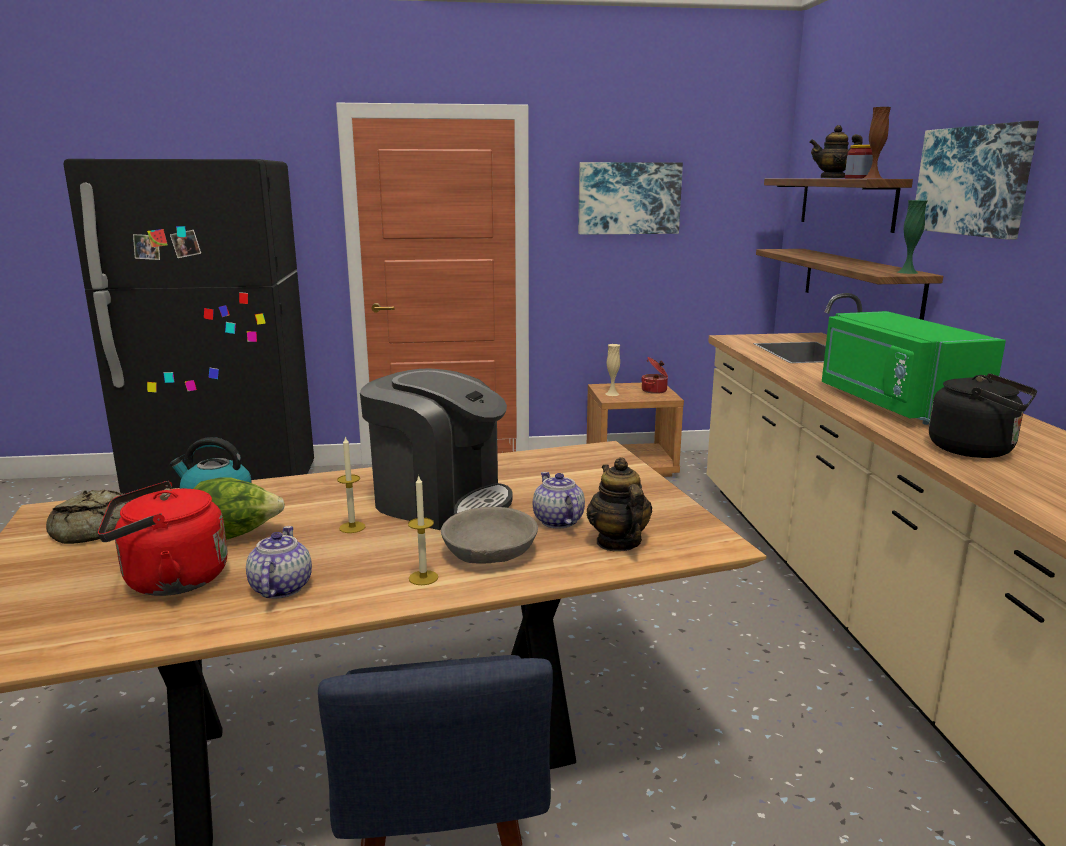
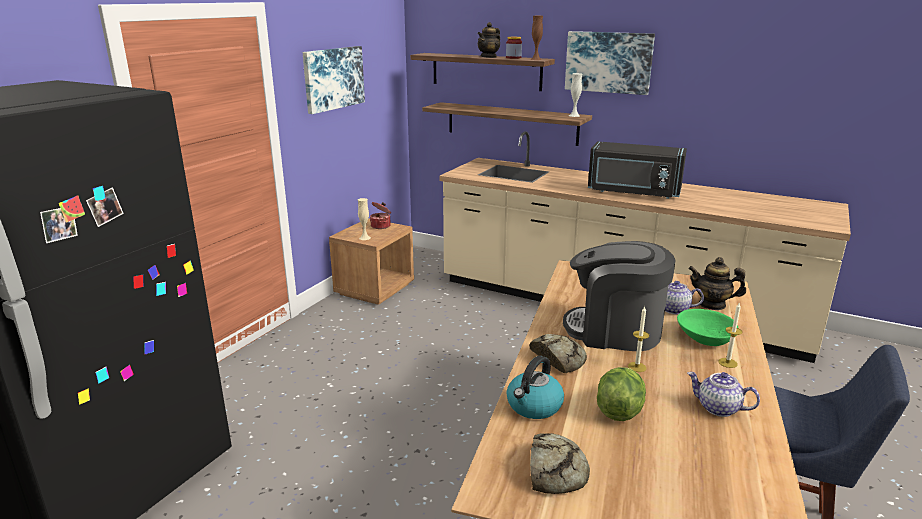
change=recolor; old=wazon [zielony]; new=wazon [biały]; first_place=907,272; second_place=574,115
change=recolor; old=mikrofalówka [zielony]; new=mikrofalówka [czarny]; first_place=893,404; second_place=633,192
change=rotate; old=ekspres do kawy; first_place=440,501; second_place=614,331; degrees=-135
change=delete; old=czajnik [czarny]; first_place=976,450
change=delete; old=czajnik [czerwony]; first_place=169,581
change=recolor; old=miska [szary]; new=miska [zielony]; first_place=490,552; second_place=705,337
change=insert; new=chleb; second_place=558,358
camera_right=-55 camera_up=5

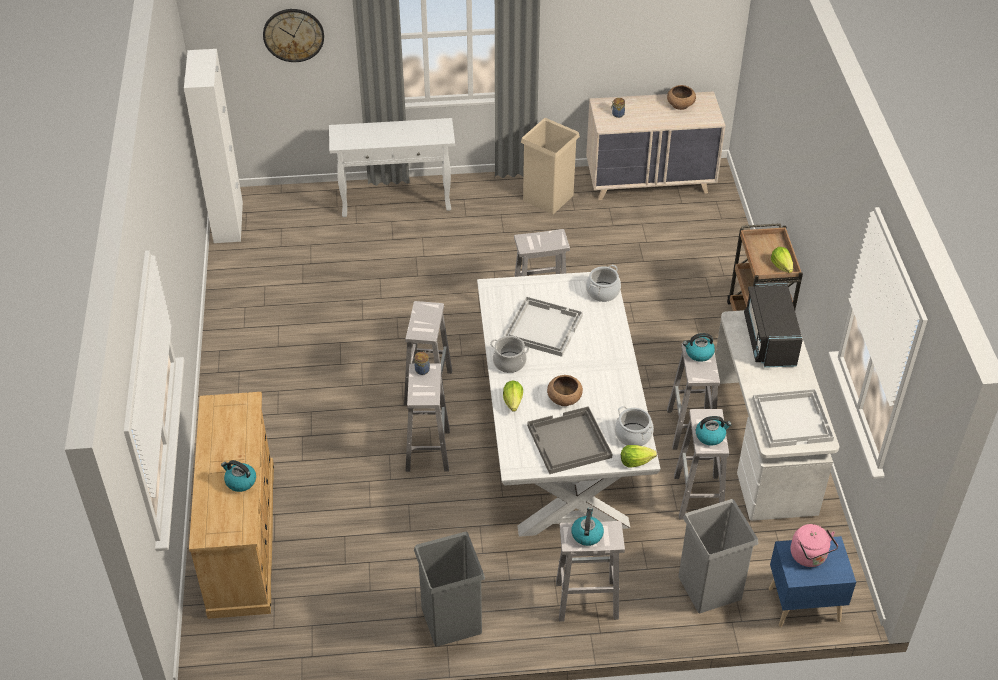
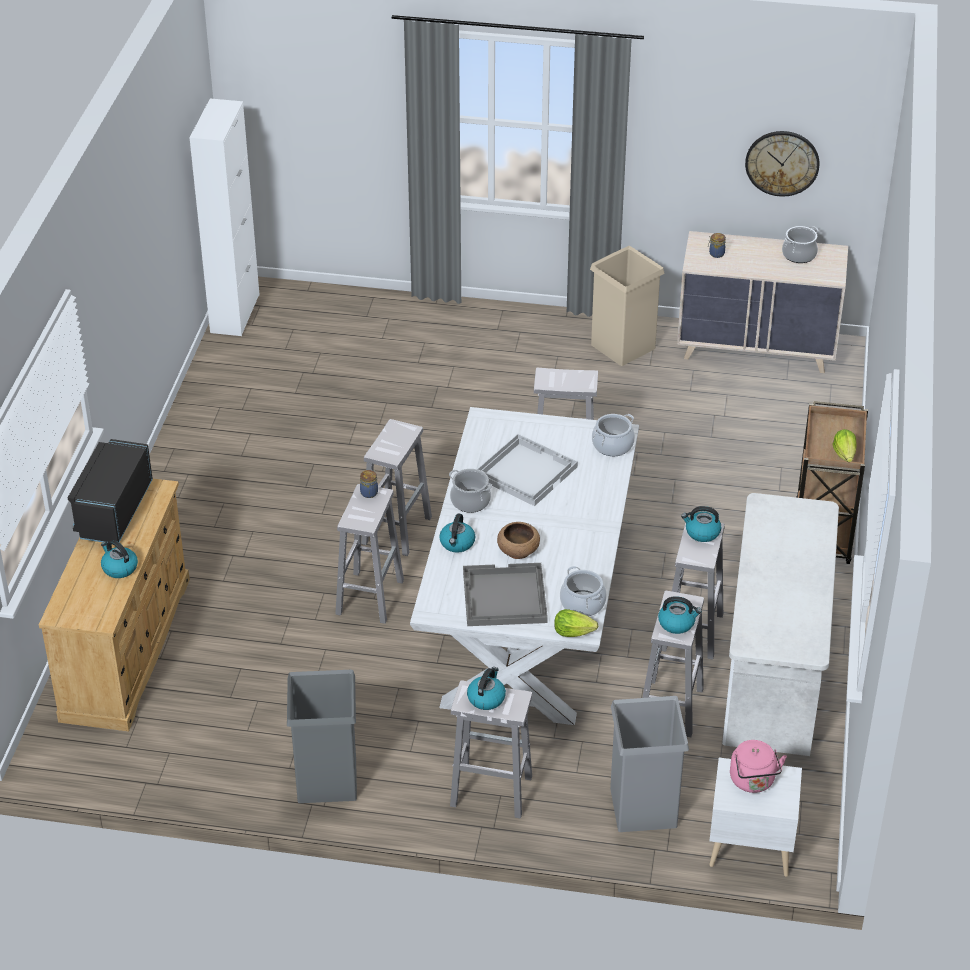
change=move; old=zegar ścienny; first_place=293,35; second_place=782,163
change=replace; old=miska [brązowy]; new=garnek; first_place=680,105; second_place=799,255
change=delete; old=stolik konsolowy [biały]; first_place=397,202
change=move; old=mikrofalówka [czarny]; first_place=769,339; second_place=114,511
change=replace; old=sałata; new=czajnik; first_place=513,402; second_place=457,543
change=delete; old=taca [biały]; first_place=792,419
change=recolor; old=szafka nocna [niebieski]; new=szafka nocna [biały]; first_place=802,603; second_place=749,847
camera_right=15 camera_up=-5

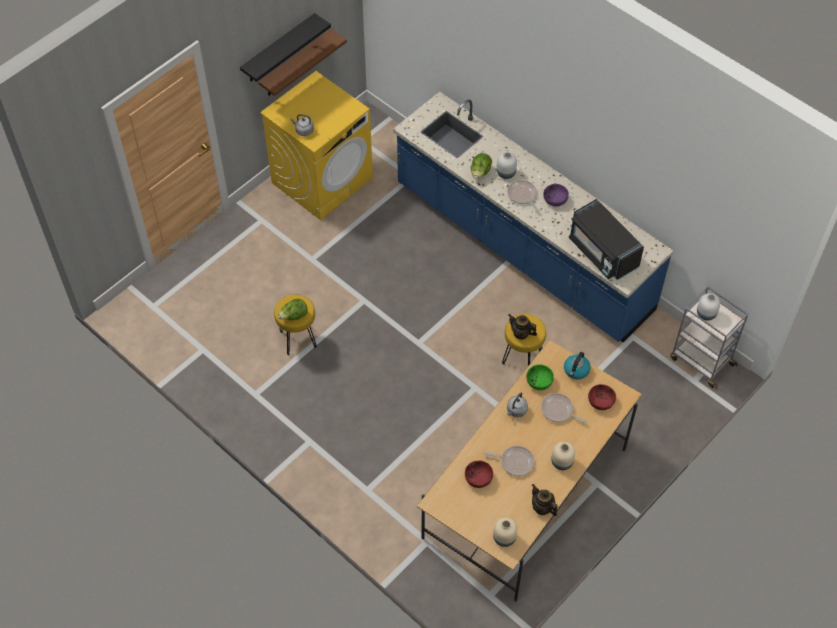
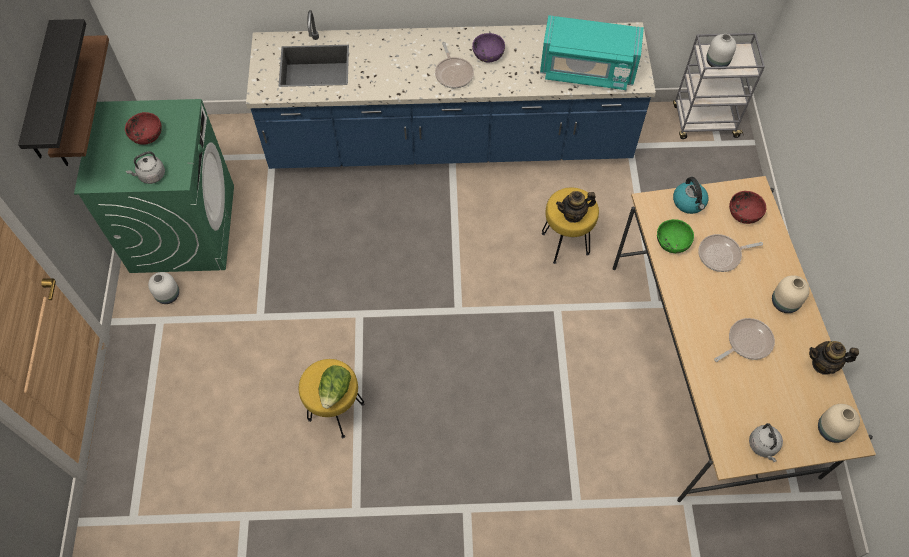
change=recolor; old=pralka [żółty]; new=pralka [zielony]; first_place=322,180; second_place=183,227
change=move; old=wazon [biały]; first_place=506,172; second_place=167,295
change=delete; old=sałata; first_place=480,173
change=rotate; old=patelnia; first_place=522,195; second_place=453,73; degrees=-120
change=recolor; old=mikrofalówka [czarny]; new=mikrofalówka [turkusowy]; first_place=602,252; second_place=587,70
change=move; old=czajnik [szary]; first_place=516,411; second_place=763,446
change=move; old=miska [czerwony]; first_place=478,478; second_place=147,135
camera_right=-45 camera_up=5

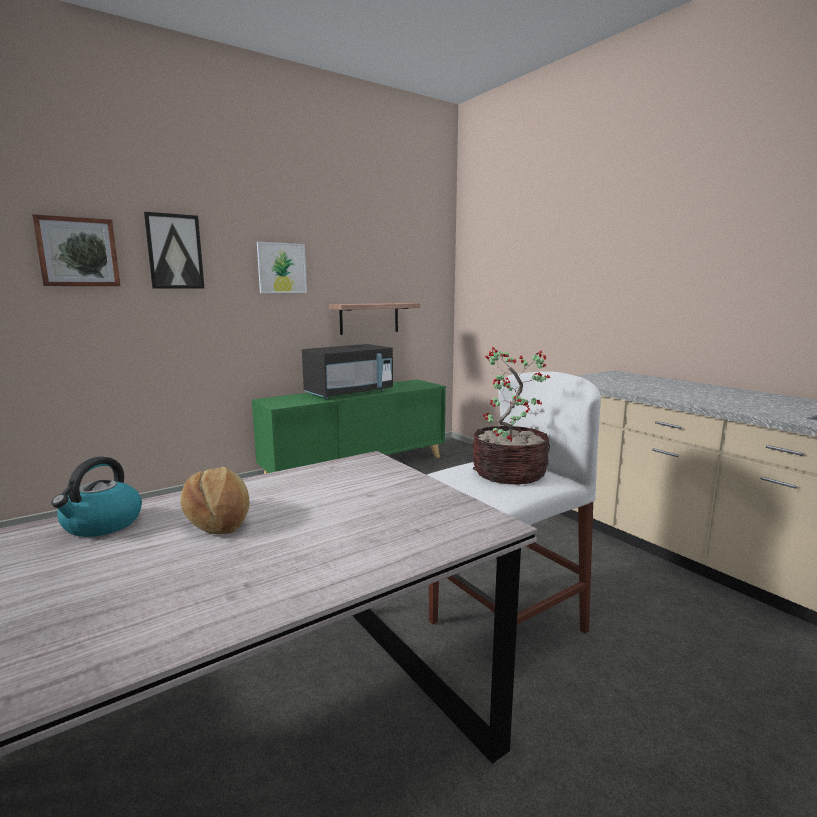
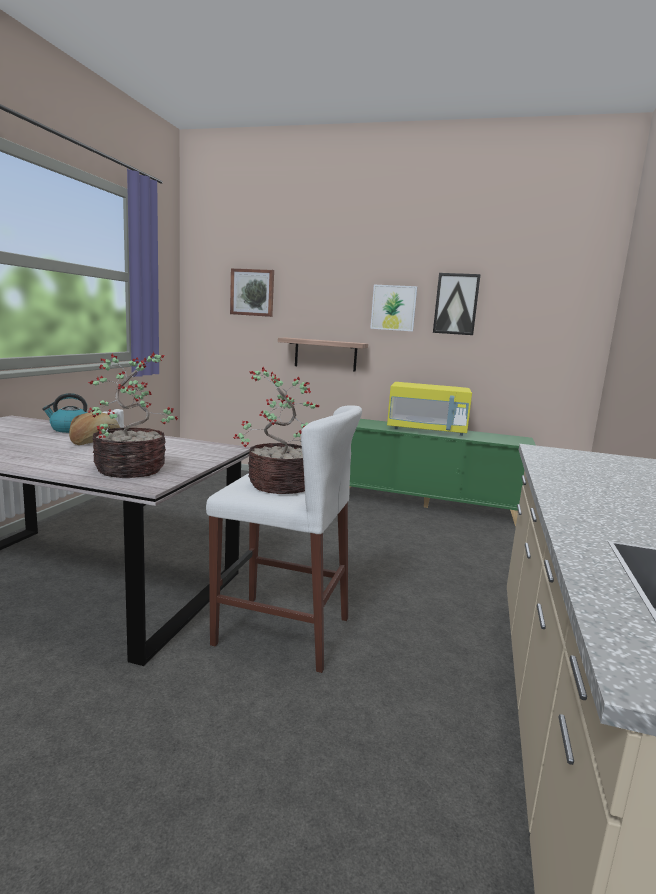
change=move; old=obraz; first_place=174,251; second_place=456,304
change=move; old=półka; first_place=369,318; second_place=325,354
change=recolor; old=mikrofalówka [czarny]; new=mikrofalówka [żółty]; first_place=349,393; second_place=426,430
change=insert; new=roślina doniczkowa; second_place=132,469
camera_right=50 camera_up=0

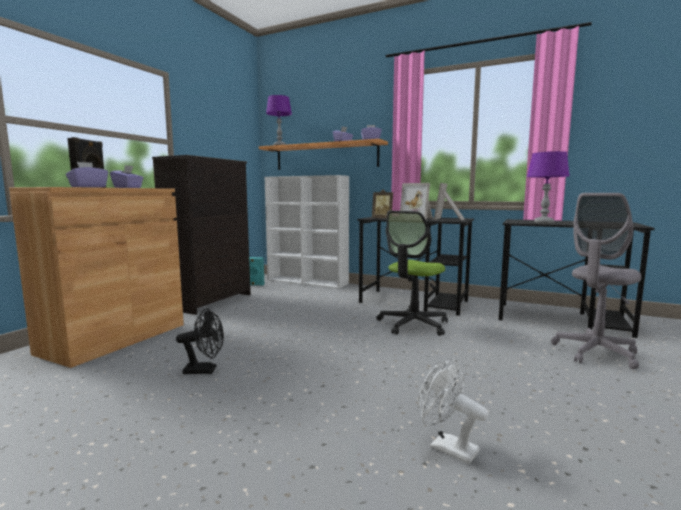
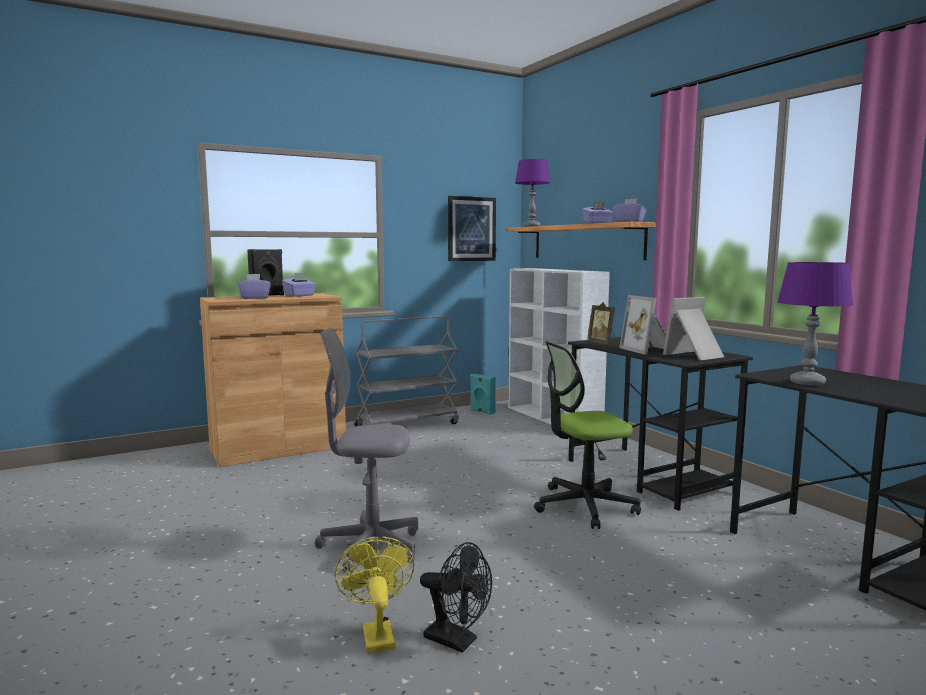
change=replace; old=komoda [czarny]; new=wózek [szary]; first_place=211,301; second_place=407,425
change=move; old=krzesło biurowe [szary]; first_place=595,353; second_place=370,547
change=move; old=wentylator [czarny]; first_place=205,370; second_place=457,641
change=recolor; old=wentylator [biały]; new=wentylator [żółty]; first_place=446,447; second_place=376,633
change=insert; new=obraz; second_place=471,229
camera_right=35 camera_up=0

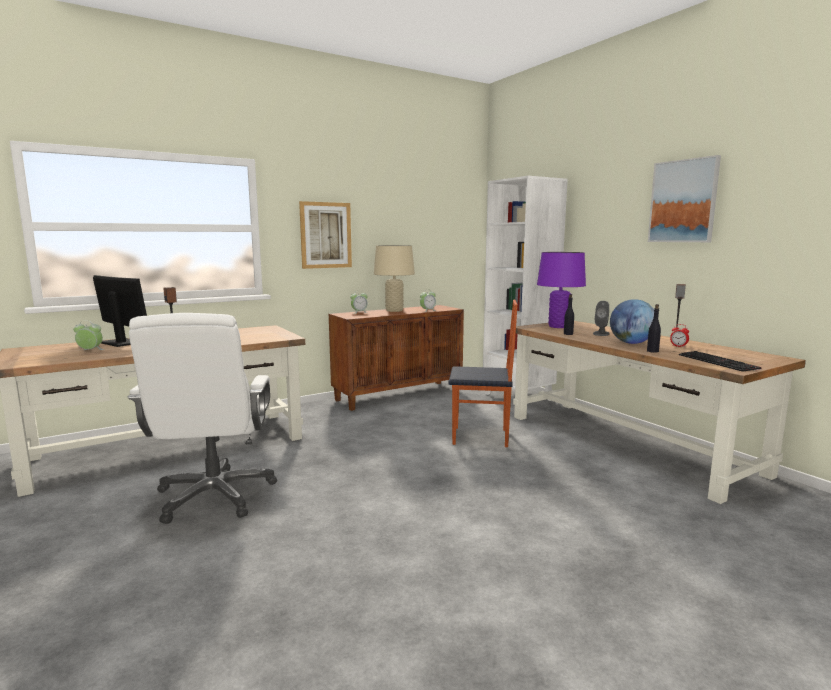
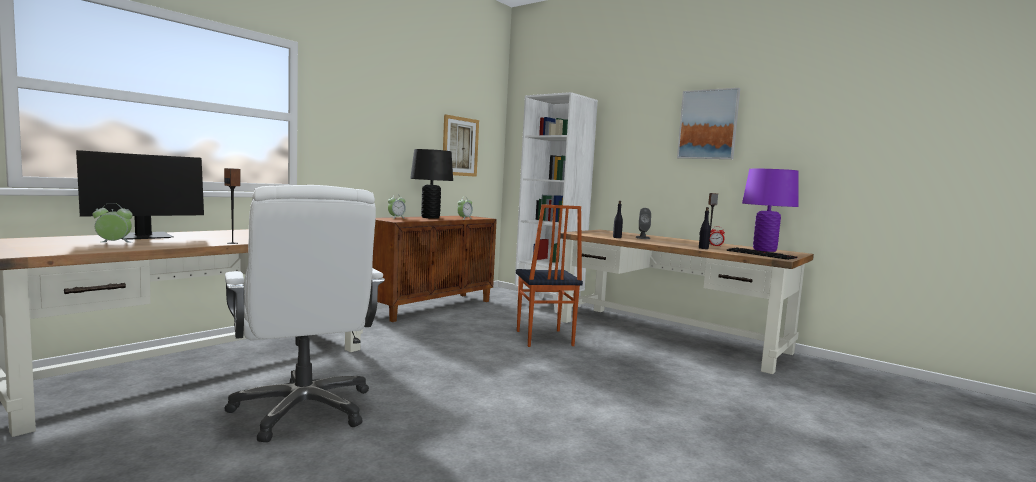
change=move; old=obraz; first_place=326,235; second_place=460,146
change=recolor; old=lampa stołowa [beżowy]; new=lampa stołowa [czarny]; first_place=394,310; second_place=430,217
change=move; old=lampa stołowa [fioletowy]; first_place=558,326; second_place=764,250
change=rotate; old=monitor; first_place=121,343; second_place=144,237; degrees=120
change=delete; old=globus; first_place=631,343
change=rotate; old=krzesło; first_place=481,437; second_place=543,338; degrees=90
camera_right=-20 camera_up=-5

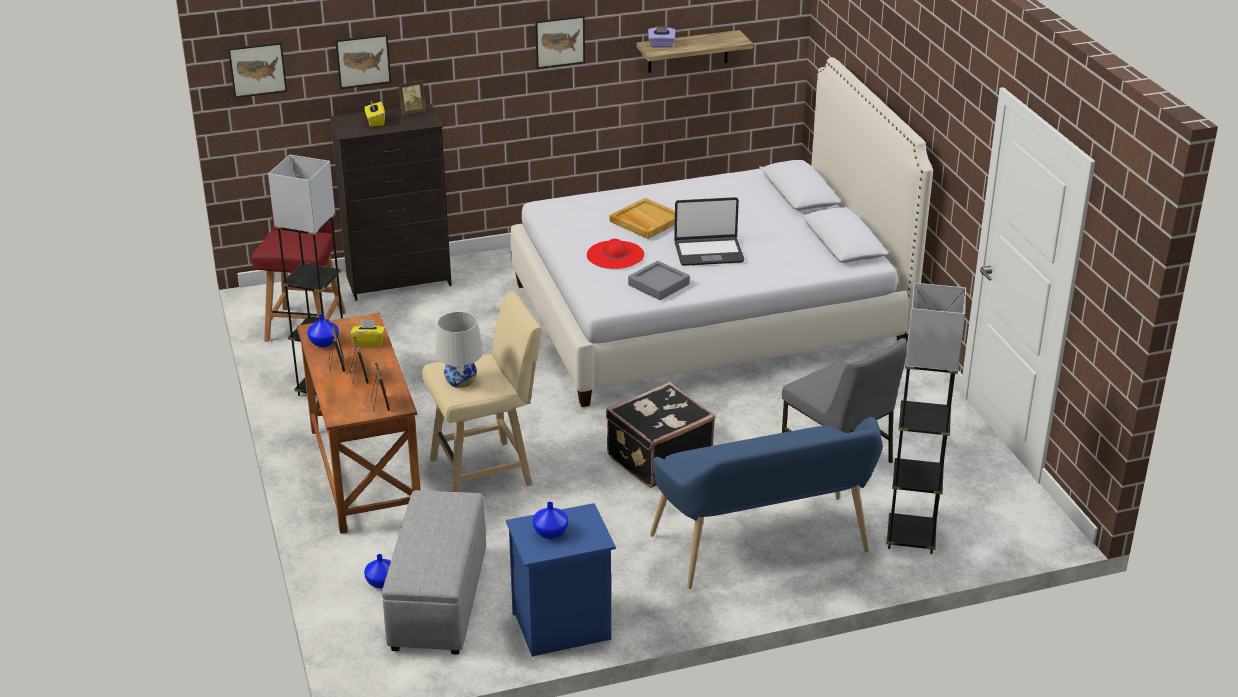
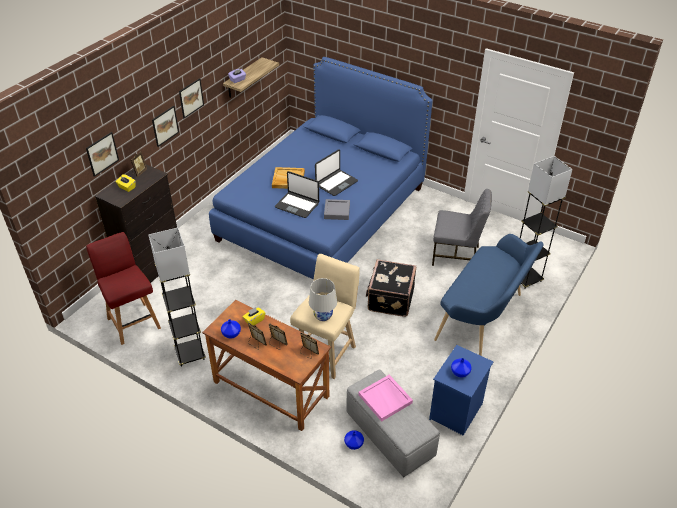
change=move; old=obraz; first_place=257,69; second_place=165,126
change=recolor; old=łóżko [biały]; new=łóżko [niebieski]; first_place=708,315; second_place=322,213
change=replace; old=kapelusz [czerwony]; new=laptop; first_place=615,255; second_place=297,205
change=insert; new=taca [różowy]; second_place=385,399
camera_right=-40 camera_up=10

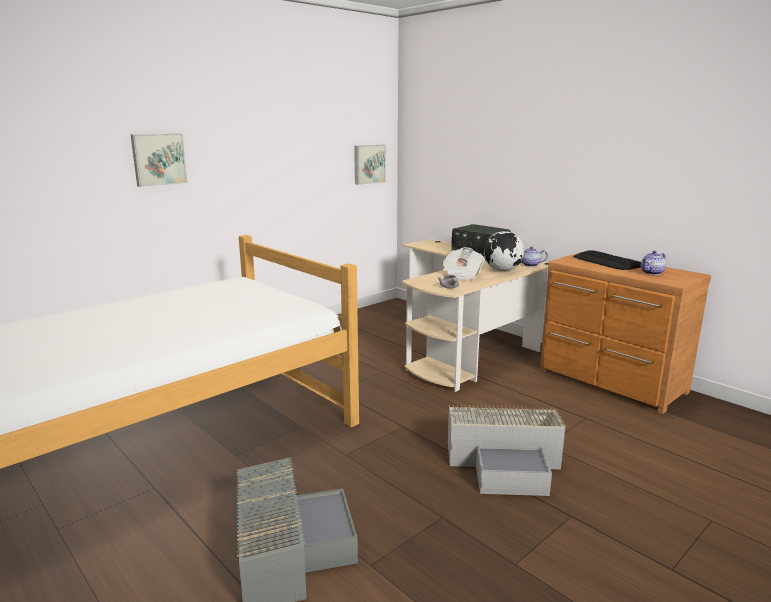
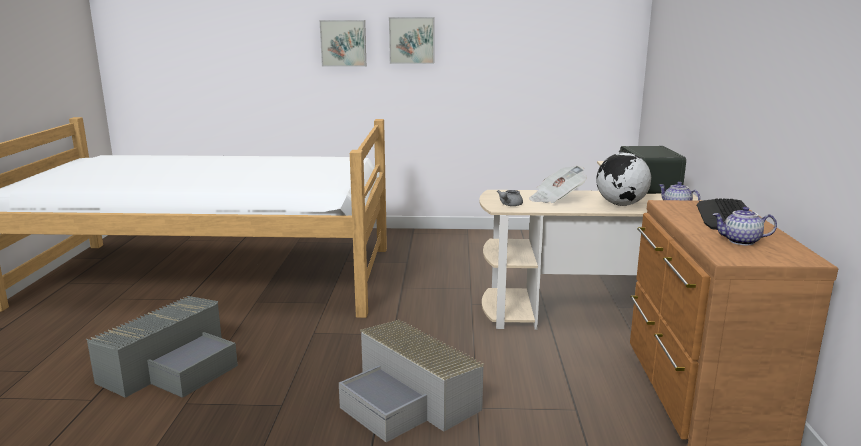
change=move; old=obraz; first_place=368,164; second_place=411,40
camera_right=45 camera_up=0

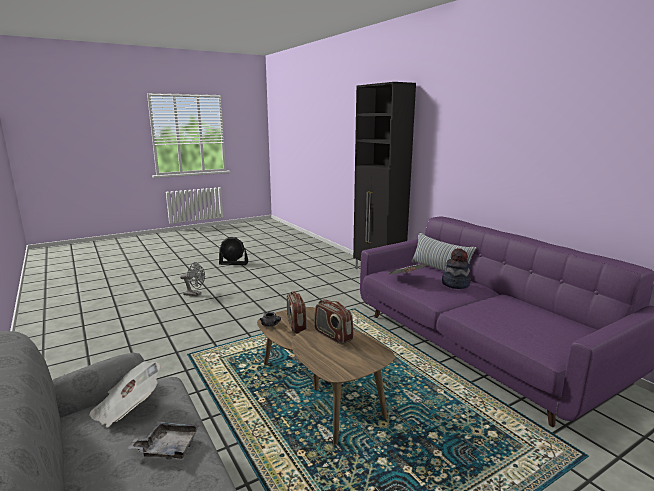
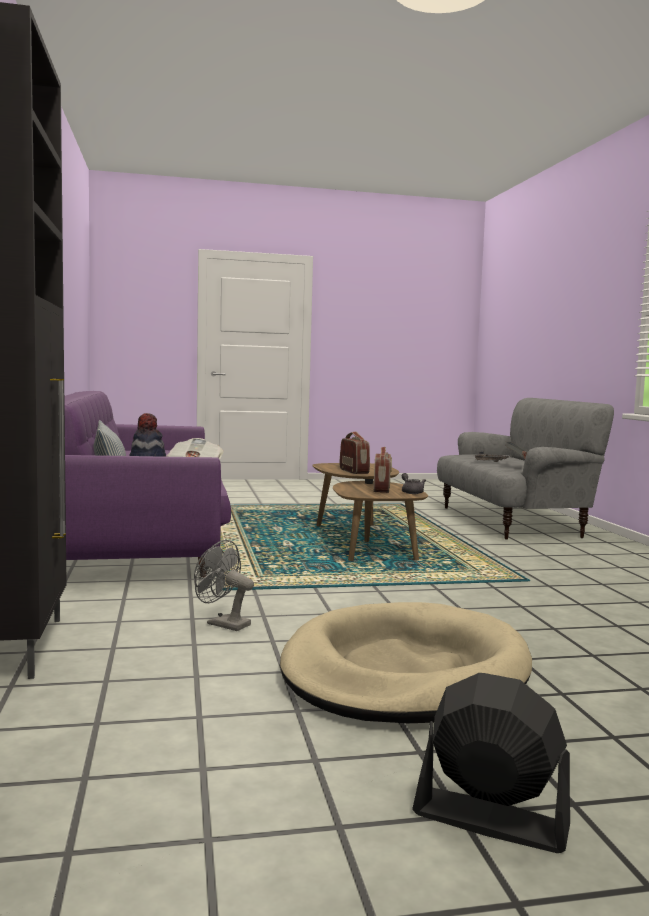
change=move; old=wentylator [szary]; first_place=195,294; second_place=223,624
change=insert; new=legowisko [beżowy]; second_place=404,672
camera_right=-160 camera_up=-10

